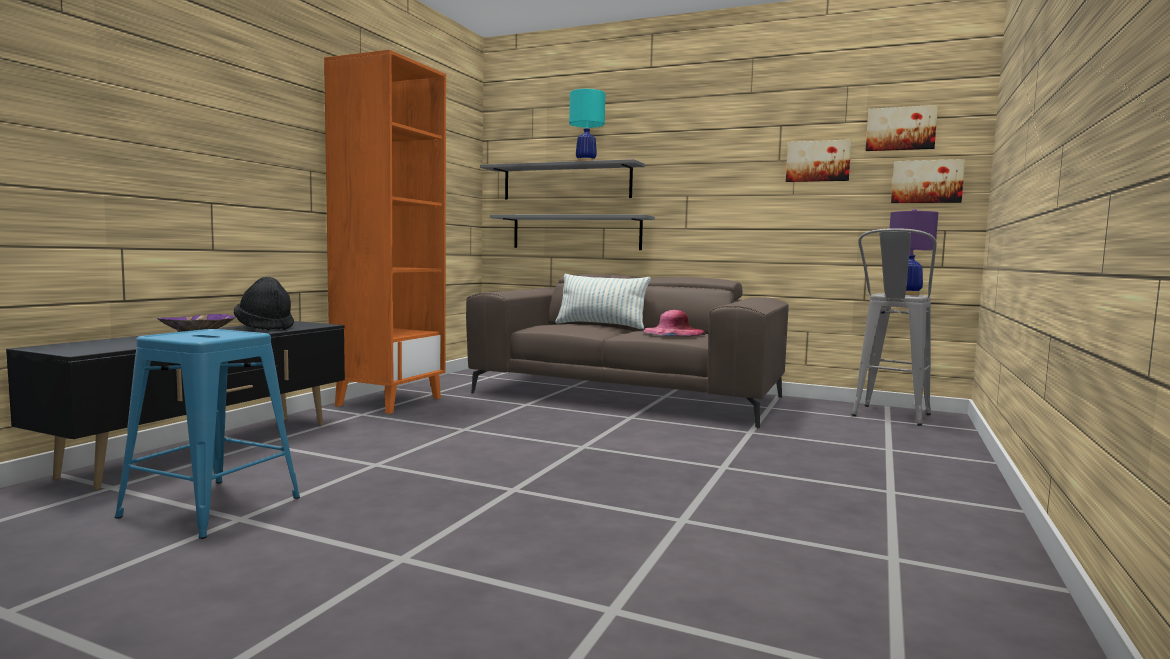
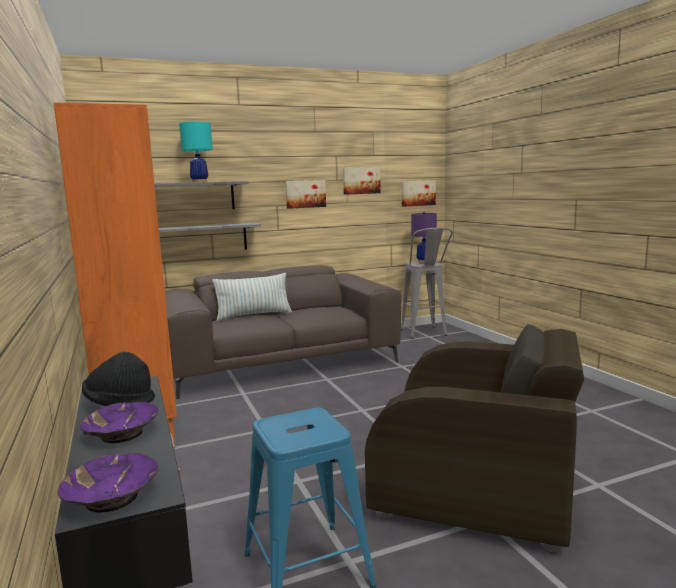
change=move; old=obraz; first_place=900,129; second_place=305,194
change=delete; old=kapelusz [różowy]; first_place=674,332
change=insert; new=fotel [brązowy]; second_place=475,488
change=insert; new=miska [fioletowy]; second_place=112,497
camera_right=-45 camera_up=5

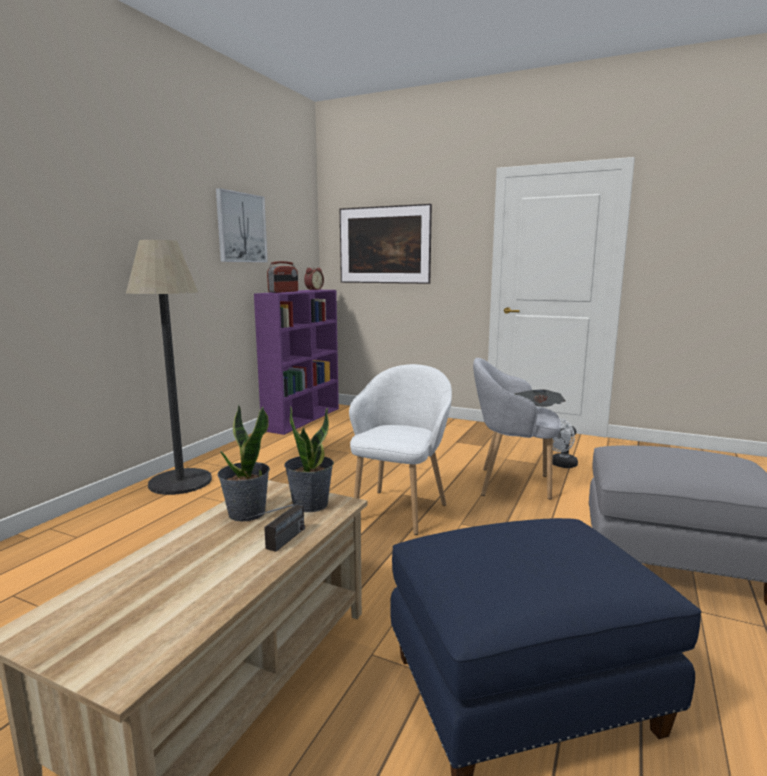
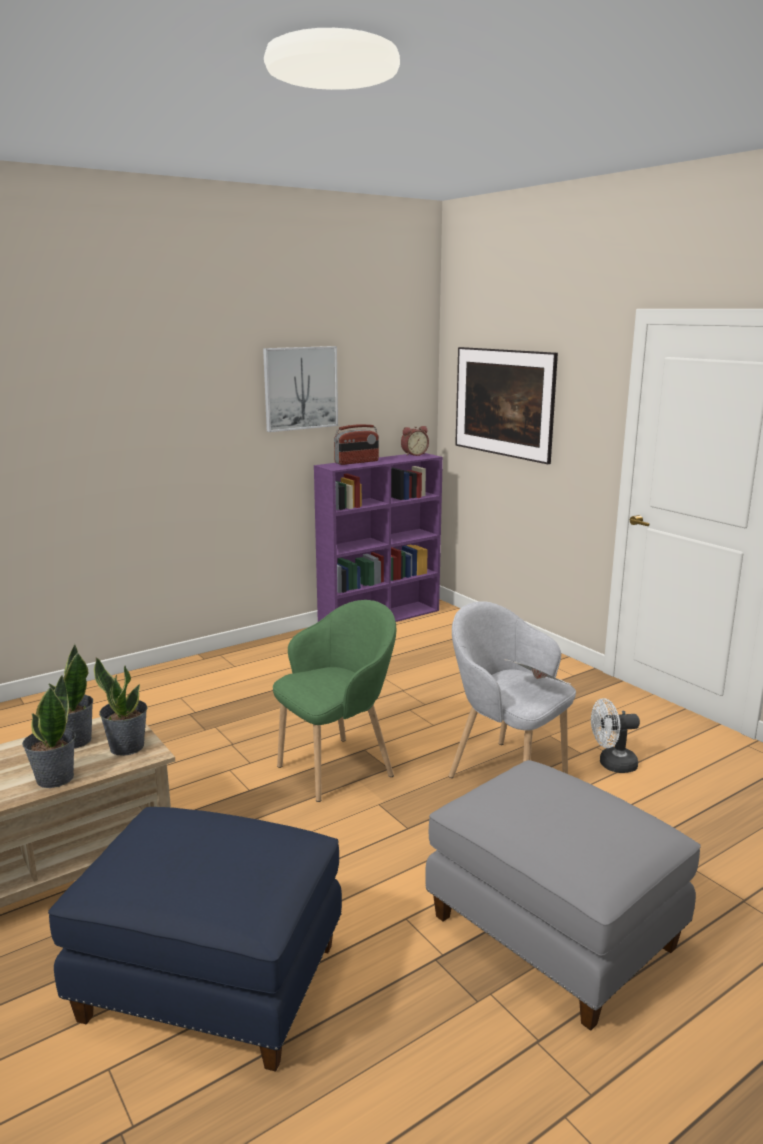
change=delete; old=lampa stojąca; first_place=180,482
change=recolor; old=fotel [biały]; new=fotel [zielony]; first_place=400,510; second_place=338,768
change=replace; old=radio; new=roślina doniczkowa; first_place=279,545; second_place=54,778
camera_right=30 camera_up=5

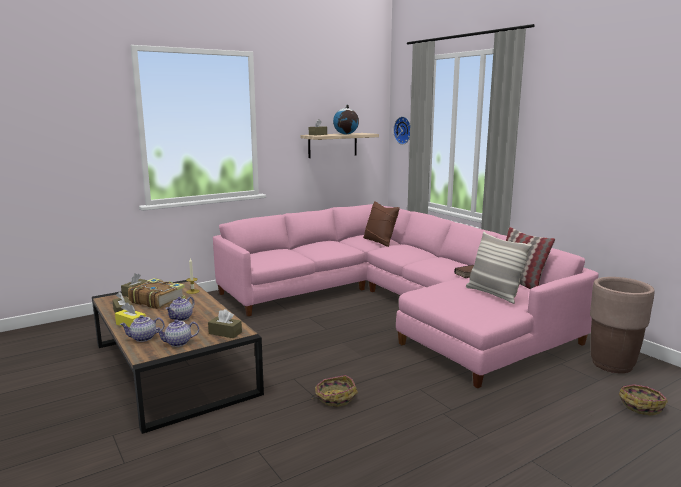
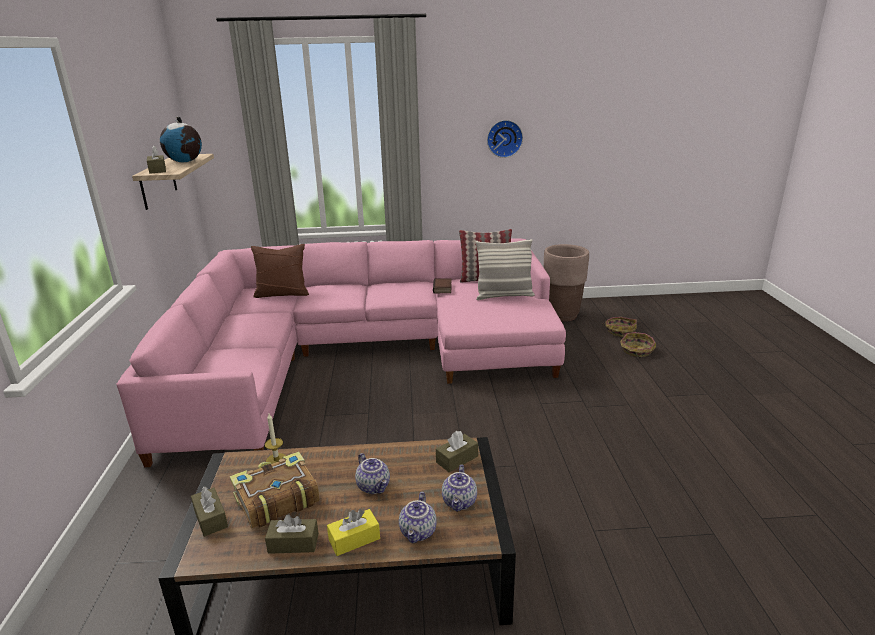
change=move; old=zegar ścienny; first_place=404,130; second_place=504,138
change=move; old=koszyk; first_place=335,398; second_place=636,351
camera_right=-60 camera_up=10

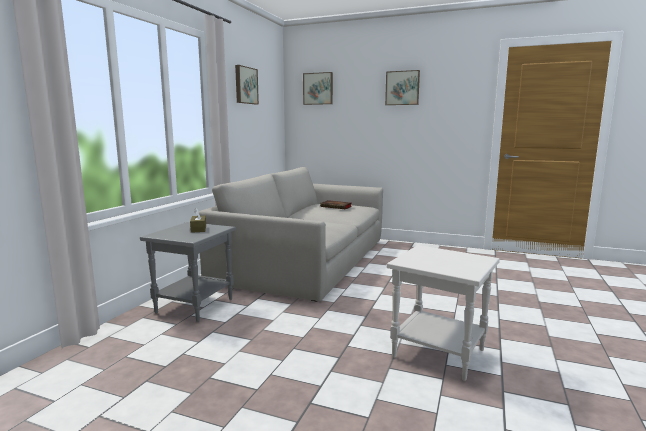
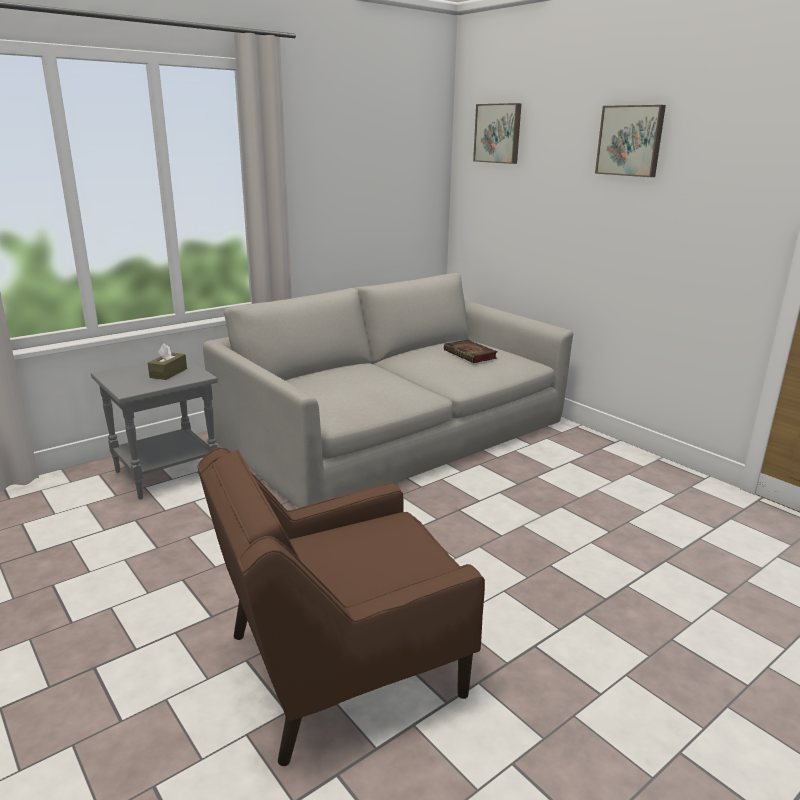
change=delete; old=obraz; first_place=245,85
change=replace; old=stolik [biały]; new=fotel [brązowy]; first_place=437,354; second_place=339,666
camera_right=30 camera_up=10

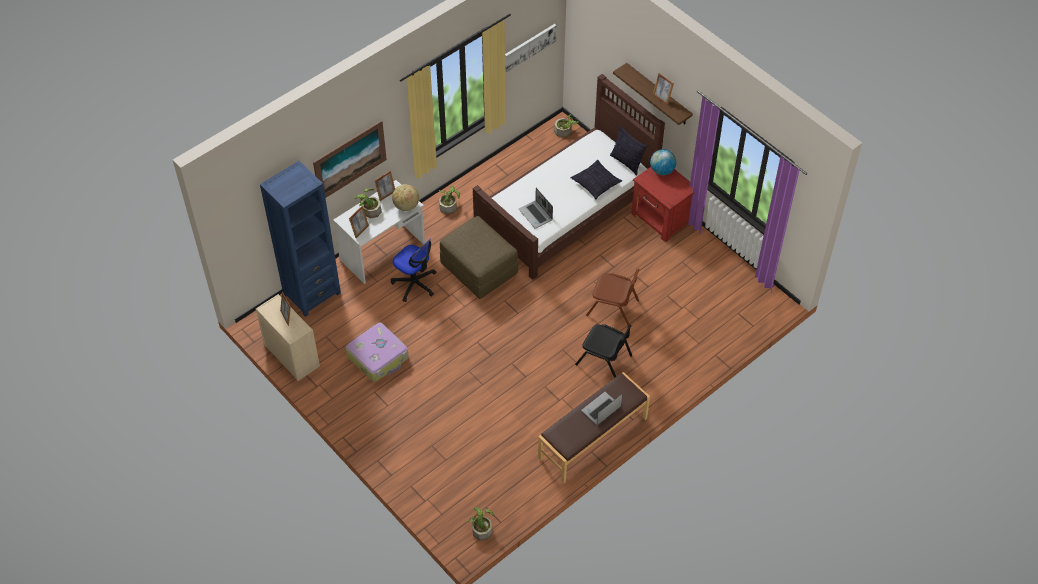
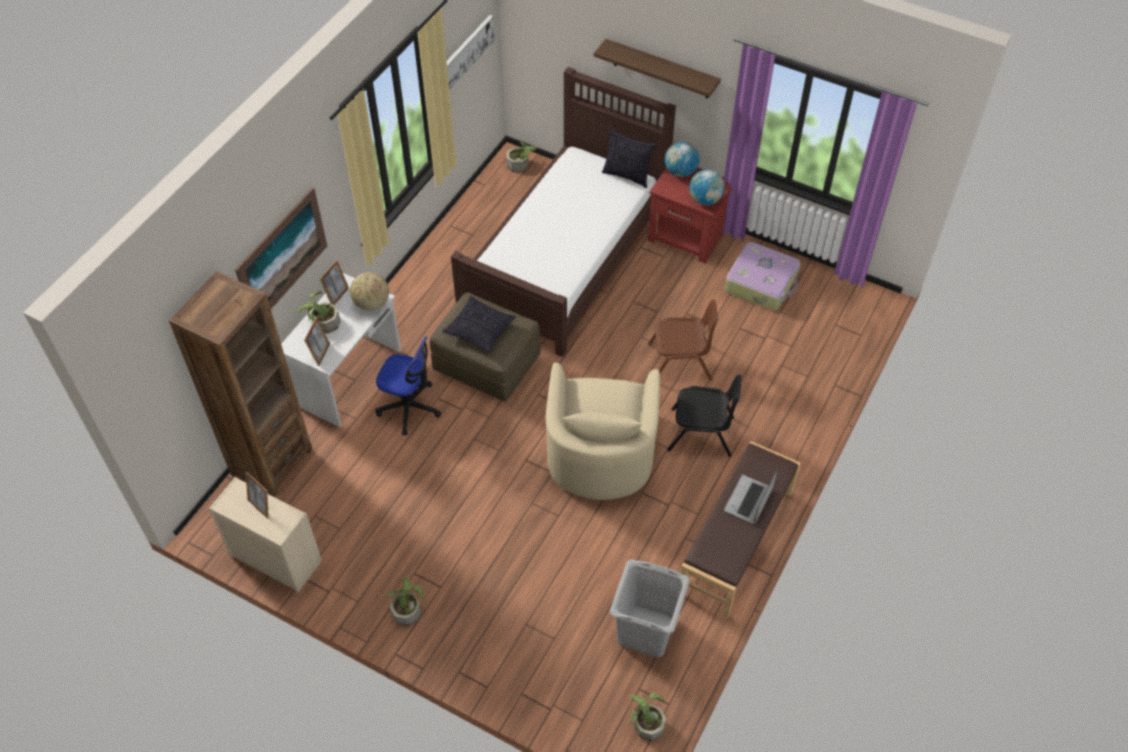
change=delete; old=ramka na zdjęcie; first_place=662,98
change=move; old=poduszka; first_place=596,184; second_place=480,330
change=recolor; old=regał [niebieski]; new=regał [brązowy]; first_place=312,293; second_place=271,462
change=move; old=roślina doniczkowa; first_place=449,205; second_place=407,609
change=delete; old=laptop; first_place=536,215
change=move; old=walizka; first_place=378,357; second_place=761,283
change=insert; new=globus; second_place=705,199
change=insert; new=fotel [beżowy]; second_place=600,451
change=insert; new=kosz na pranie [szary]; second_place=646,630
camera_right=-20 camera_up=0

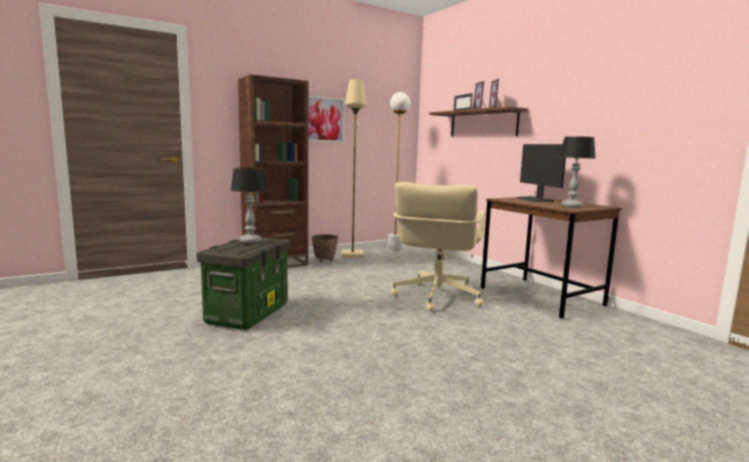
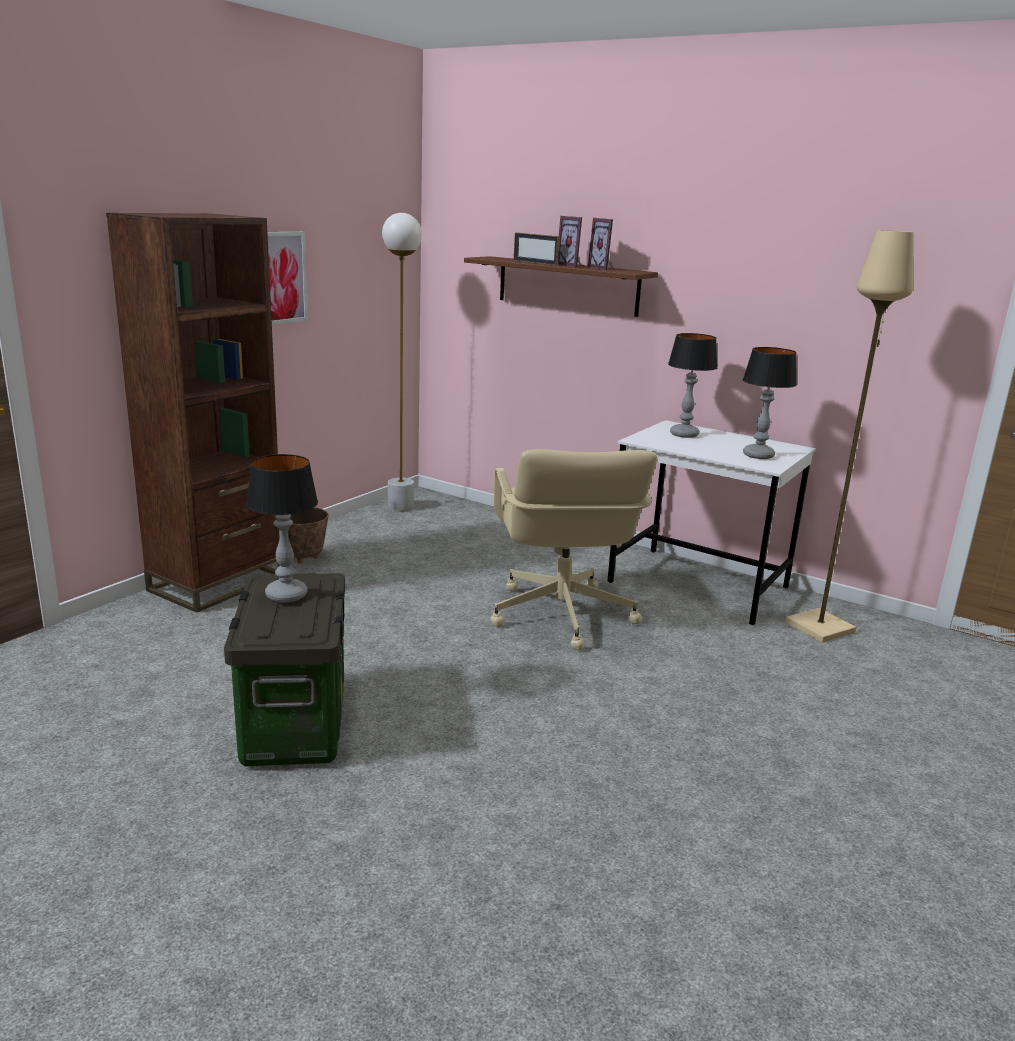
change=move; old=lampa stojąca [beżowy]; first_place=352,254; second_place=819,627
change=replace; old=monitor; new=lampa stołowa; first_place=534,199; second_place=685,434
change=recolor; old=biurko [brązowy]; new=biurko [biały]; first_place=541,297; second_place=699,585
camera_right=-25 camera_up=10

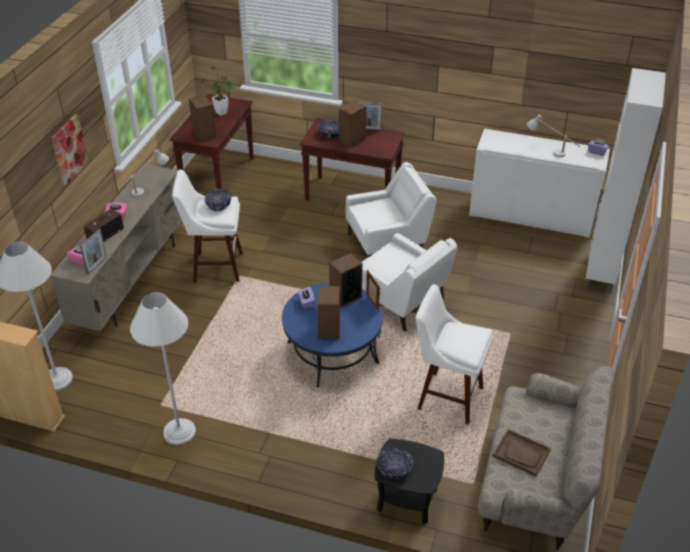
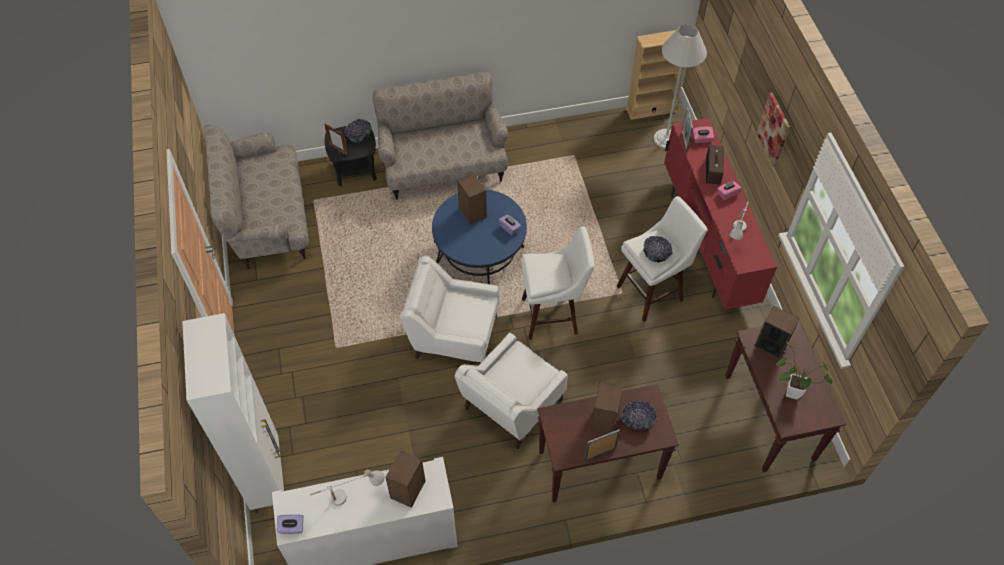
change=recolor; old=szafka pod telewizor [beżowy]; new=szafka pod telewizor [czerwony]; first_place=132,281; second_place=707,243
change=move; old=głośnik; first_place=345,296; second_place=408,489
change=move; old=ramka na zdjęcie; first_place=372,304; second_place=338,150
change=move; old=stołek [biały]; first_place=446,397; second_place=553,315
change=delete; old=lampa stojąca [biały]; first_place=179,432
change=delete; old=taca [brązowy]; first_place=521,453
change=insert; new=kanapa [beżowy]; second_place=443,168
camera_right=150 camera_up=15

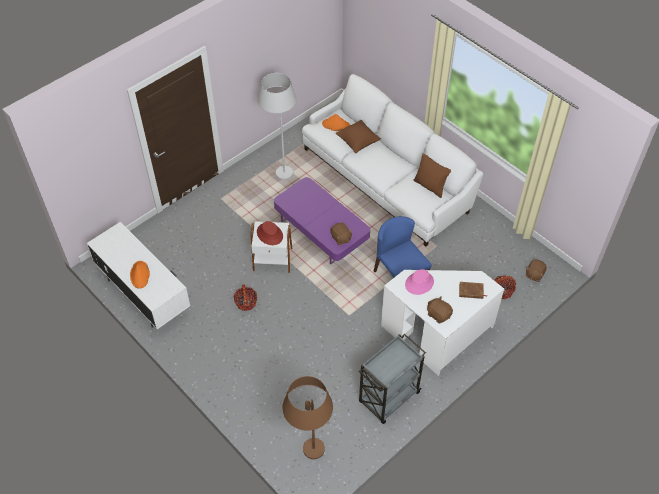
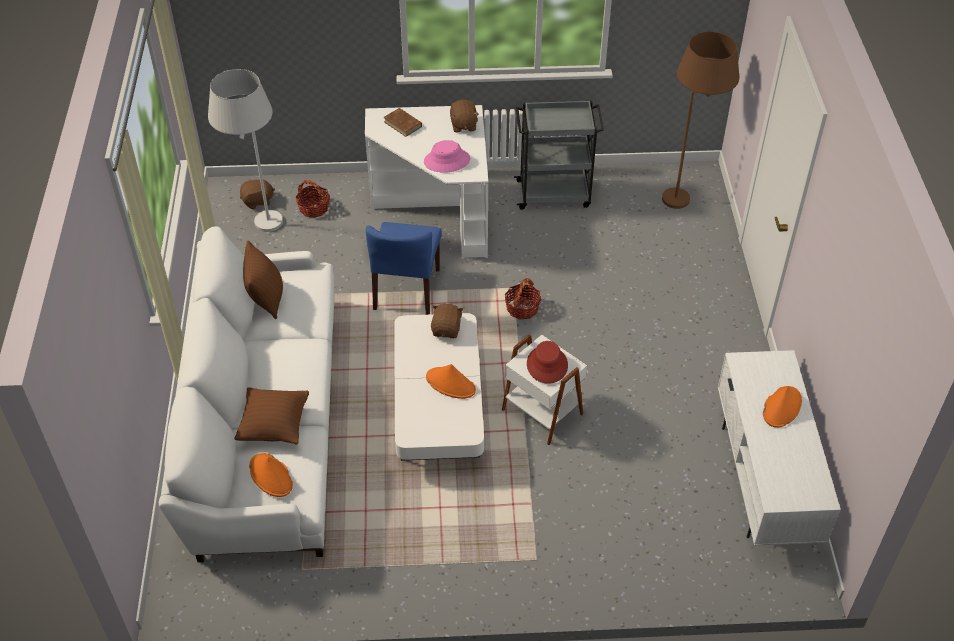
change=move; old=lampa stojąca [biały]; first_place=281,166; second_place=261,232
change=recolor; old=ława [fioletowy]; new=ława [biały]; first_place=321,231; second_place=438,407
change=move; old=koszyk; first_place=246,302; second_place=522,308
change=insert; new=kapelusz [pomarańczowy]; second_place=451,384
camera_right=-140 camera_up=-5

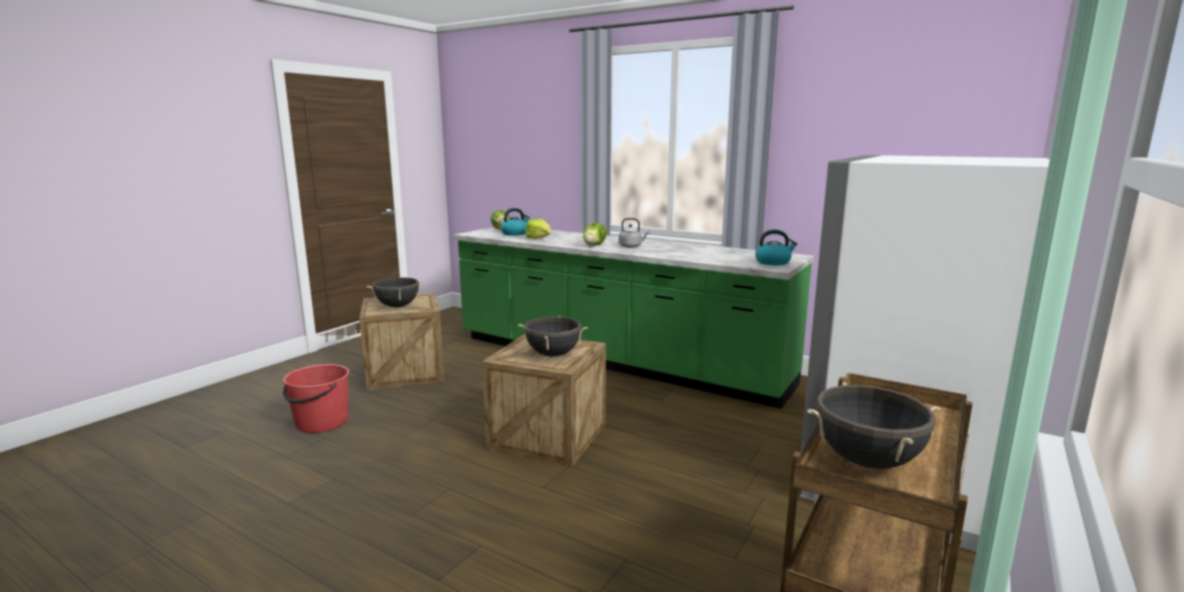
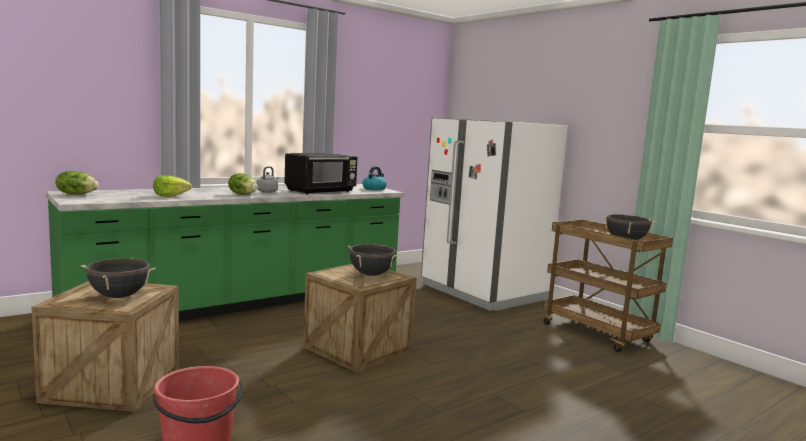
change=delete; old=czajnik; first_place=515,233
change=insert; new=mikrofalówka [czarny]; second_place=321,191
camera_right=-70 camera_up=-5

